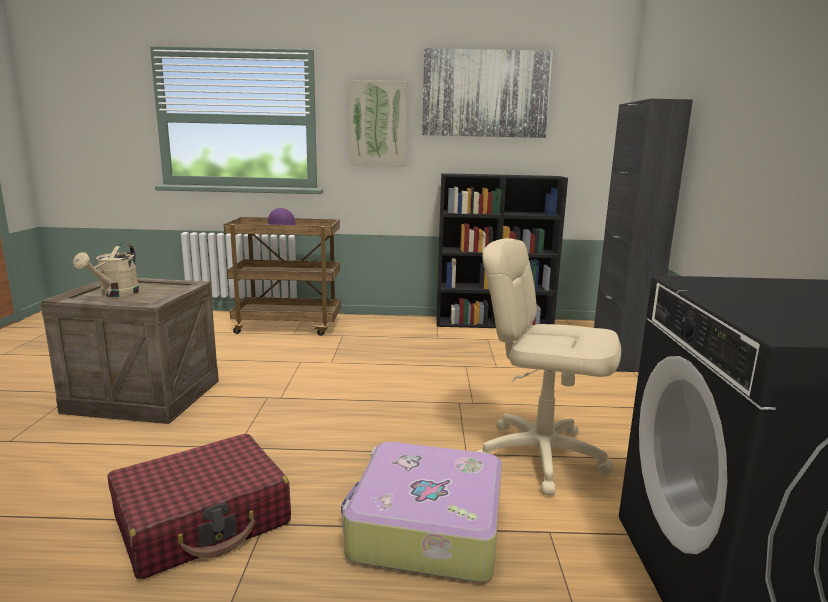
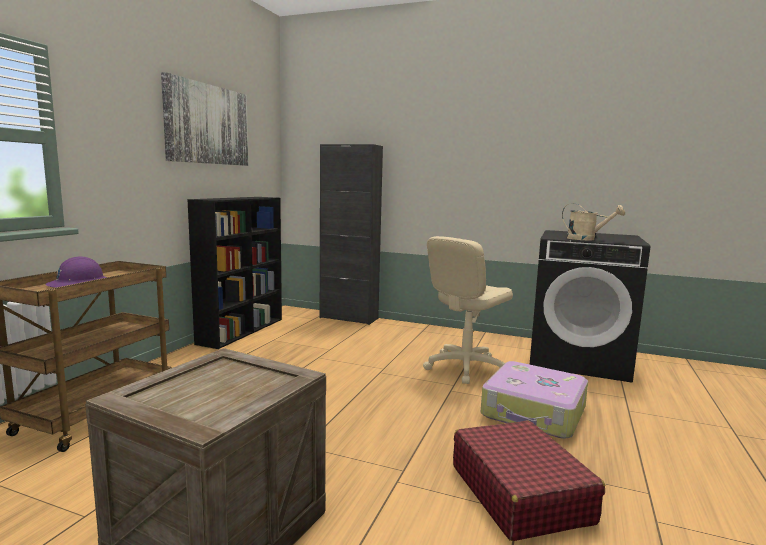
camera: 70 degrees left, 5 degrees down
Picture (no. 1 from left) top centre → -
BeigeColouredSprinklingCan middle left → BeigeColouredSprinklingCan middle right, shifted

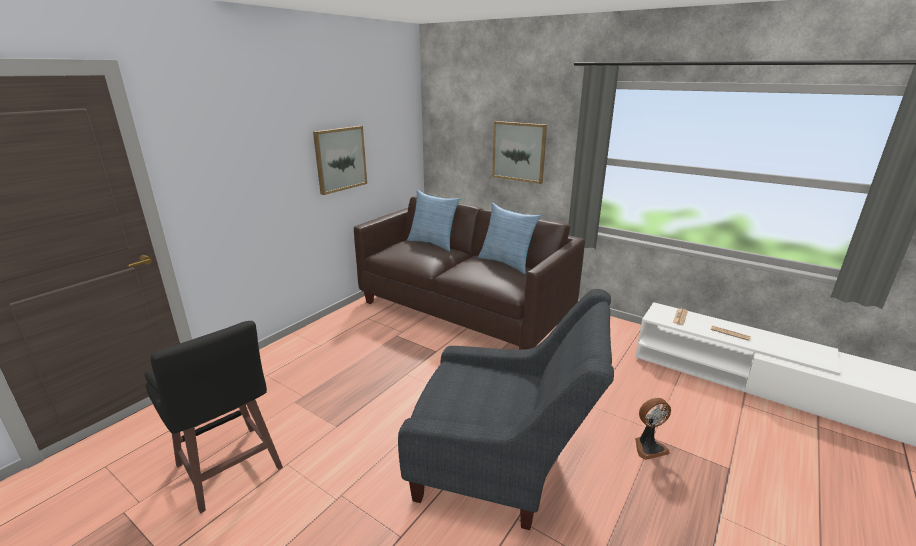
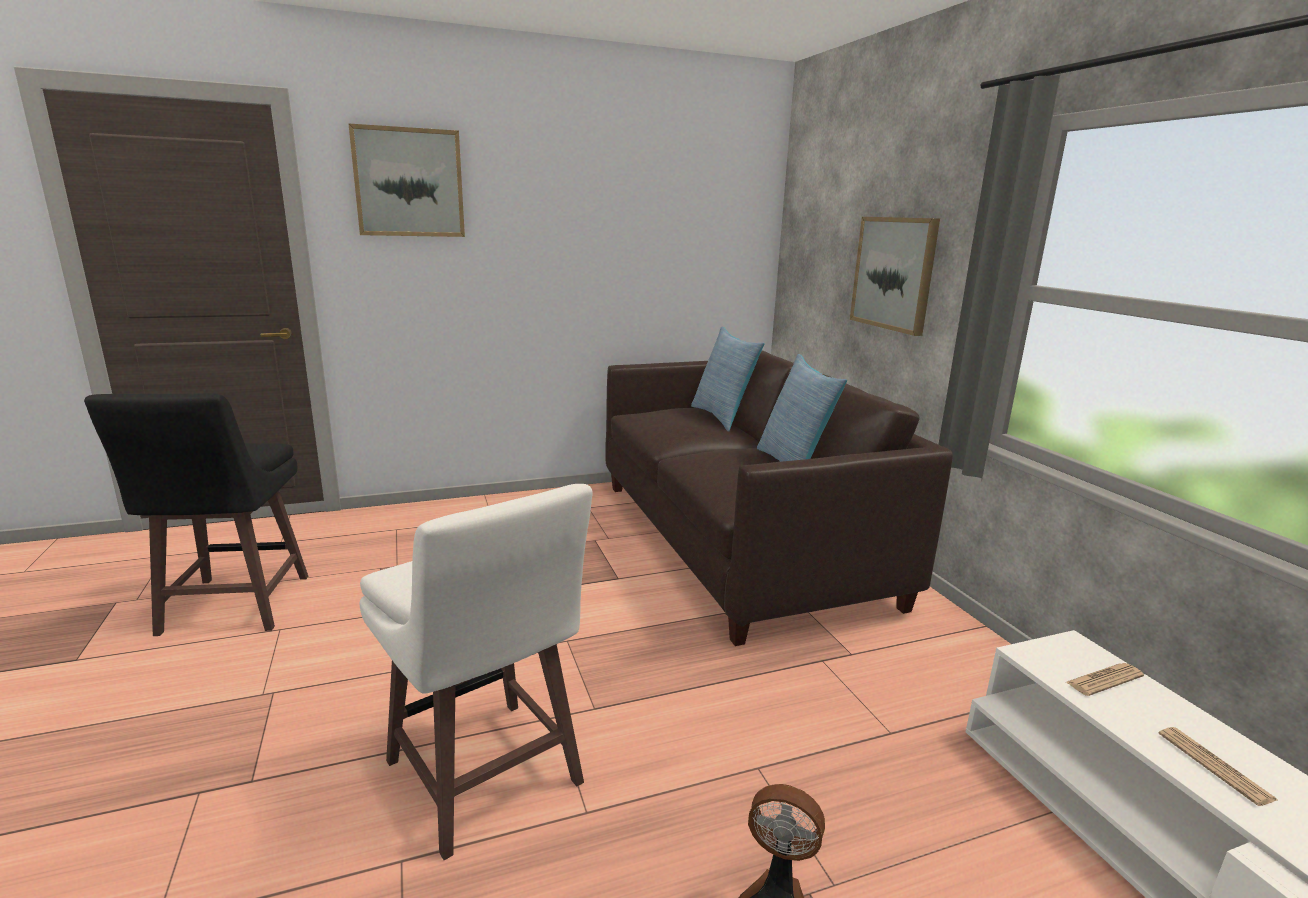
camera: 35 degrees right, 5 degrees down
Picture (no. 1 from left) top centre → Picture (no. 1 from left) top left, shifted
GrayLoungeChair bottom centre → WhitishStoolSeat bottom centre

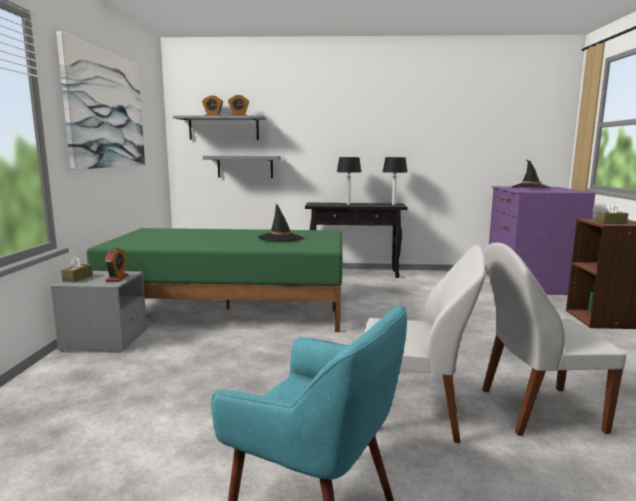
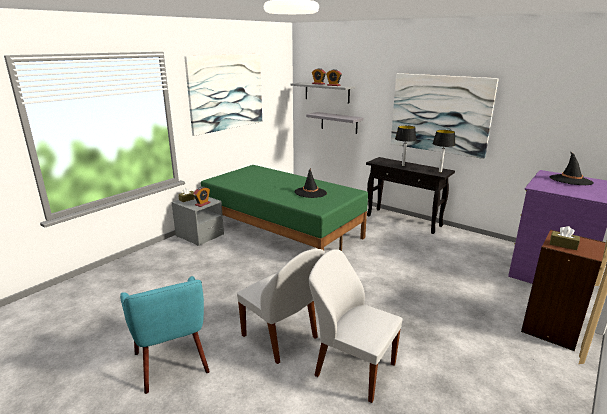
camera: 35 degrees right, 10 degrees up
- → Picture (no. 2 from left) top right

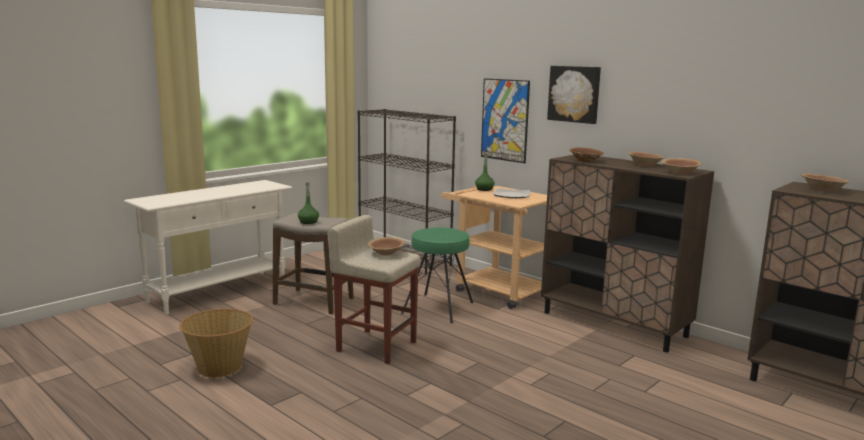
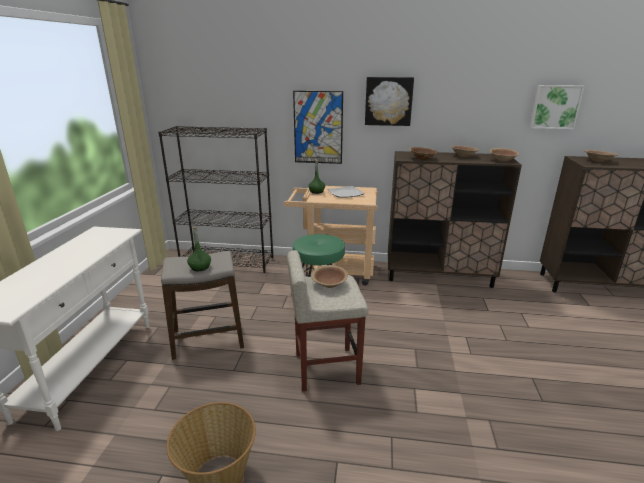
camera: 35 degrees left, 10 degrees up
- → Picture (no. 3 from left) top right

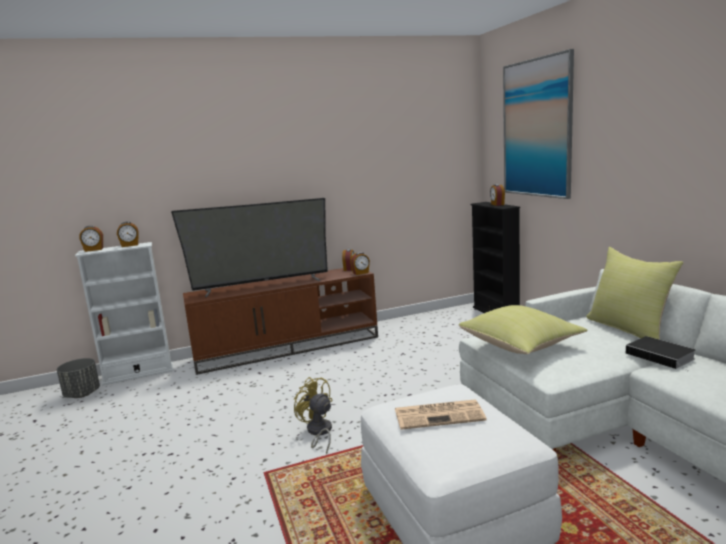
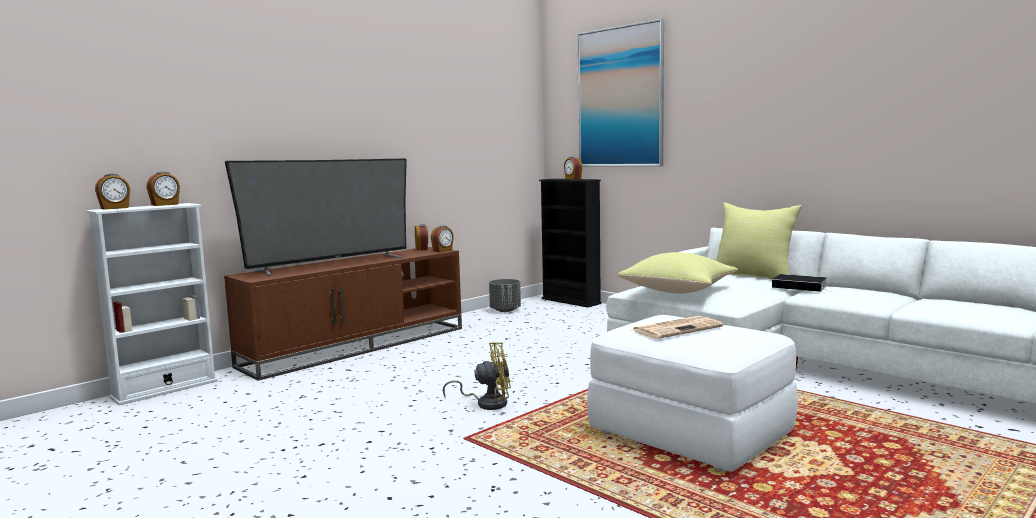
camera: 25 degrees left, 5 degrees down
GrayFlowerPot bottom left → GrayFlowerPot centre, shifted
YellowFan bottom centre, 150 degrees clockwise

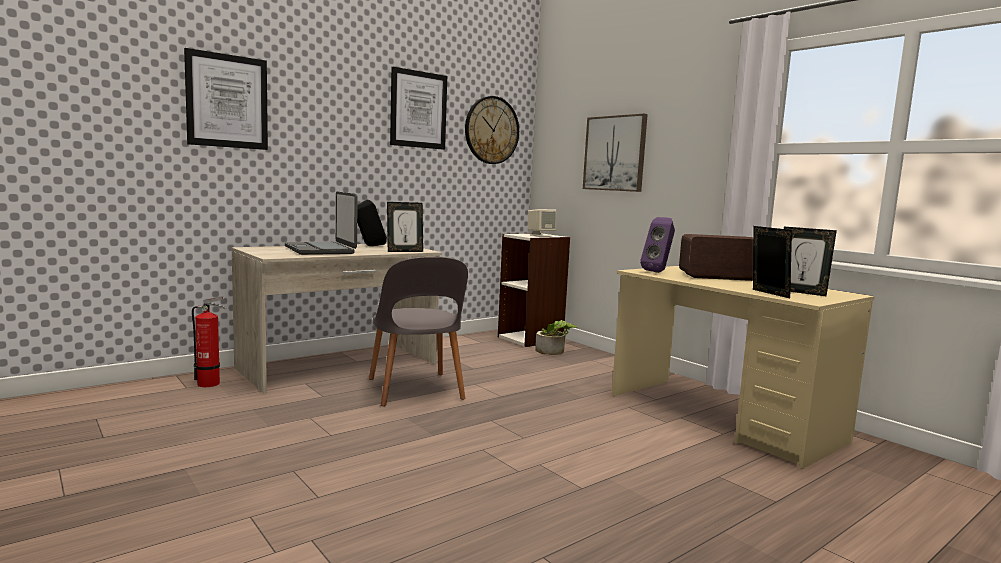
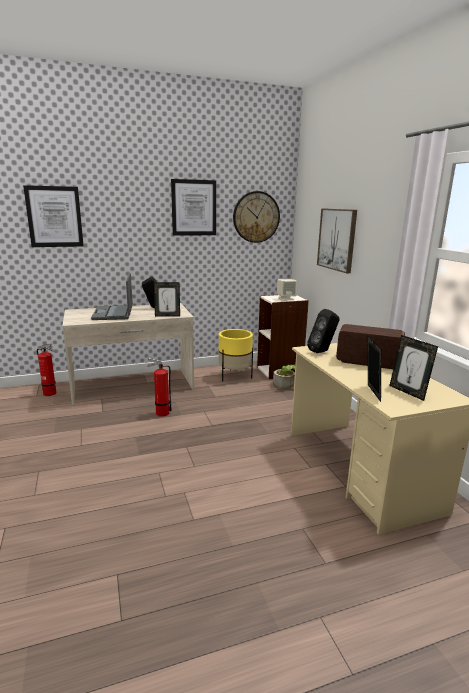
camera: 20 degrees right, 10 degrees up
- → YellowFlowerPot centre
GrayUprightChair centre → Extinguisher (no. 2 from left) centre
PurpleAudioSpeaker centre → BlackColouredAudioSpeaker (no. 2 from left) middle right

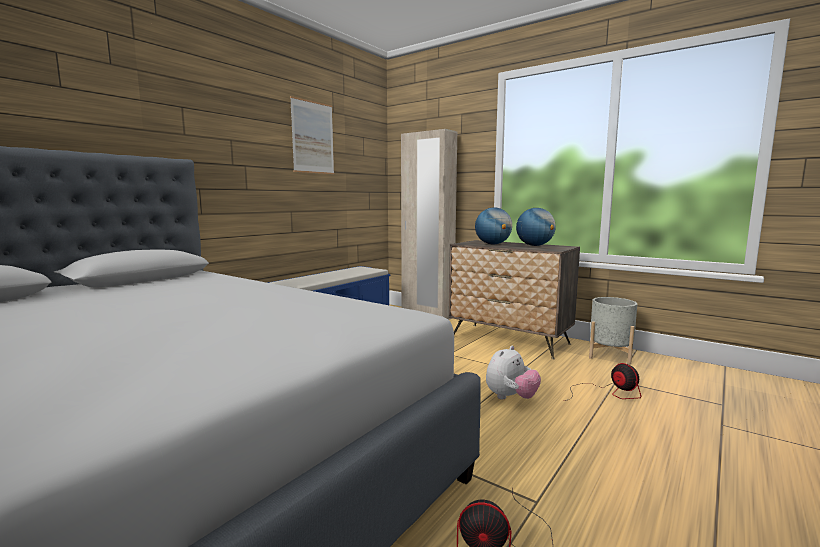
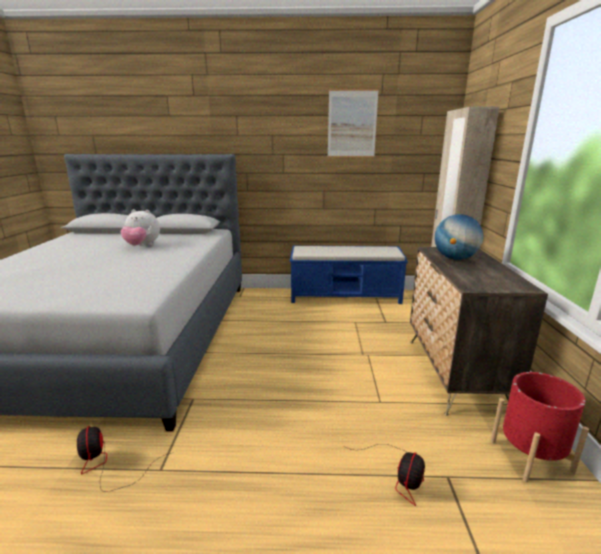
camera: 55 degrees right, 10 degrees up
WorldGlobe (no. 2 from left) centre → -
PlushToy bottom centre → PlushToy middle left, shifted
GrayFlowerPot middle right → ReddishFlowerPot bottom right

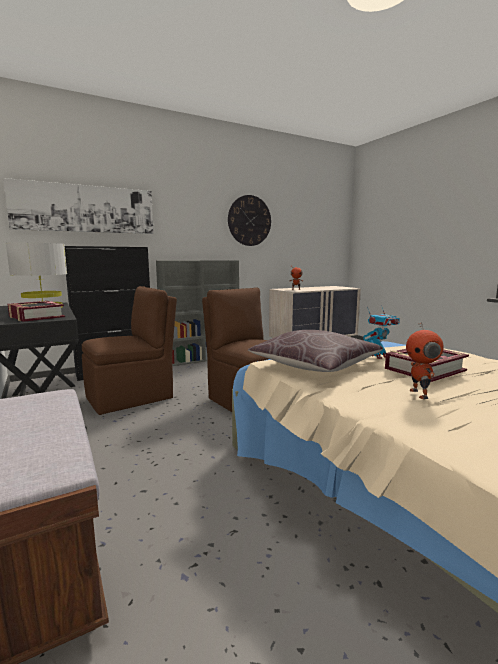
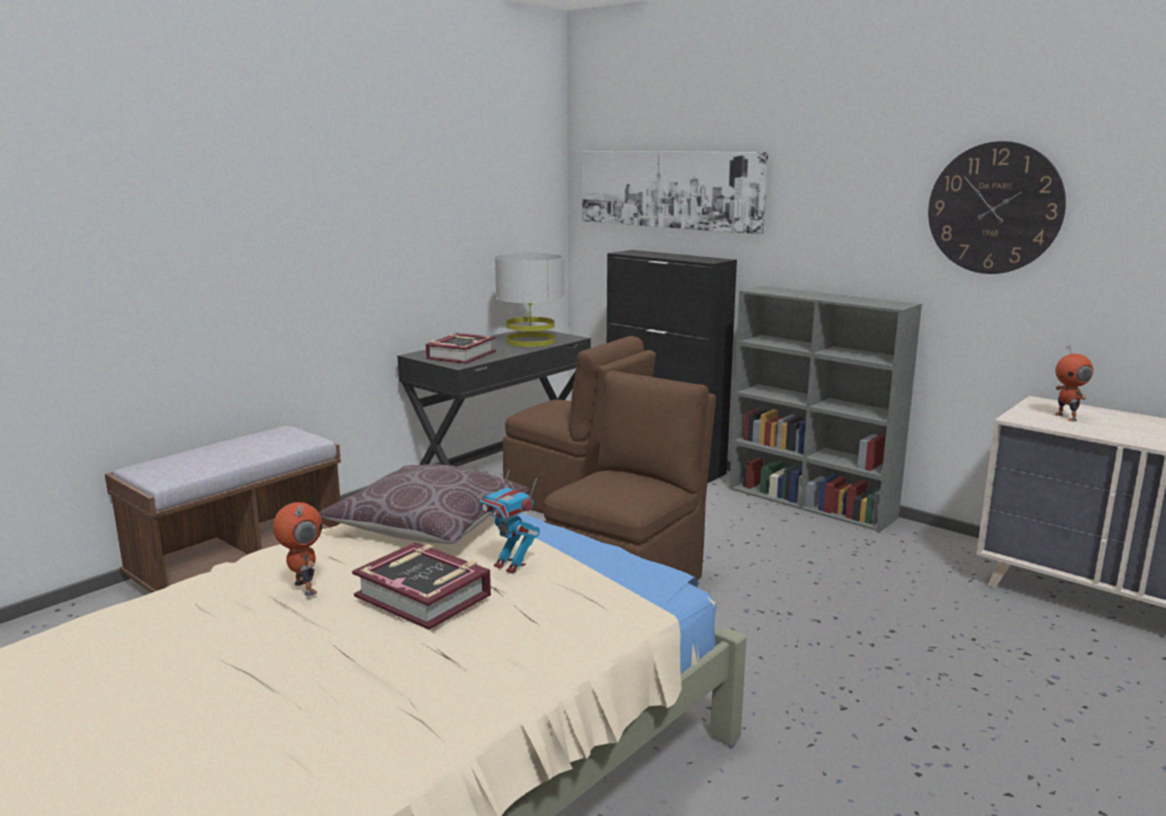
camera: 70 degrees right, 5 degrees up
ToyRobot (no. 3 from left in the first image) middle right → ToyRobot (no. 1 from left) bottom left, 75 degrees clockwise

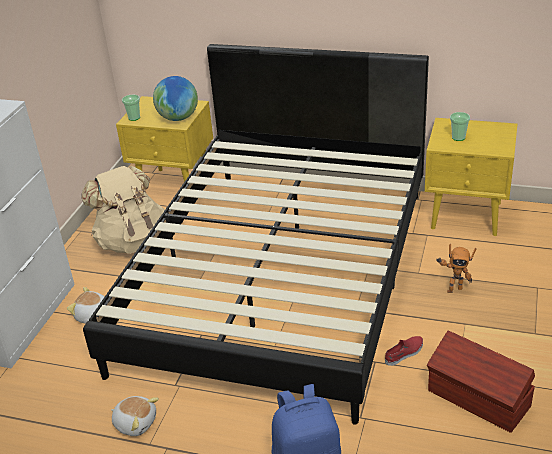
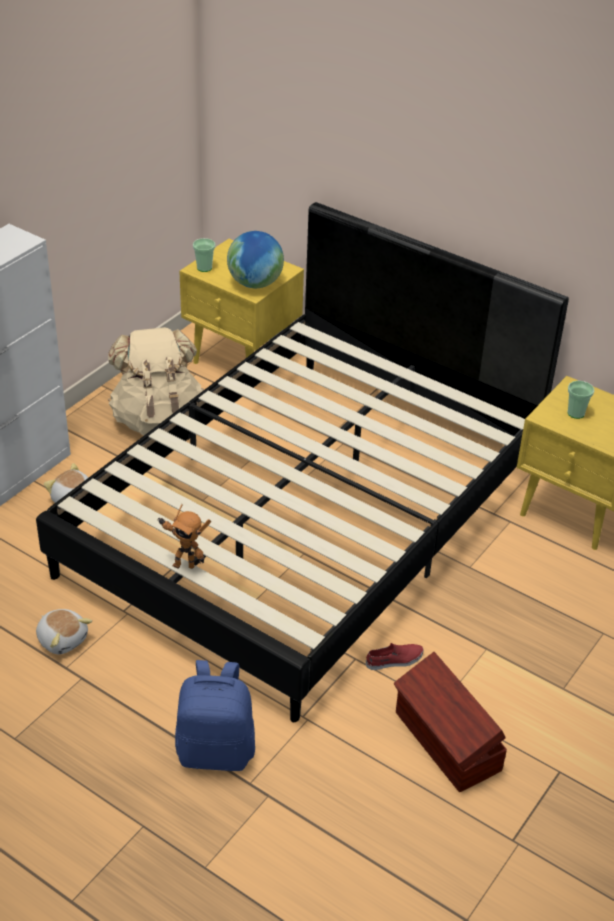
camera: 15 degrees right, 5 degrees up
ToyRobot middle right → ToyRobot middle left, shifted

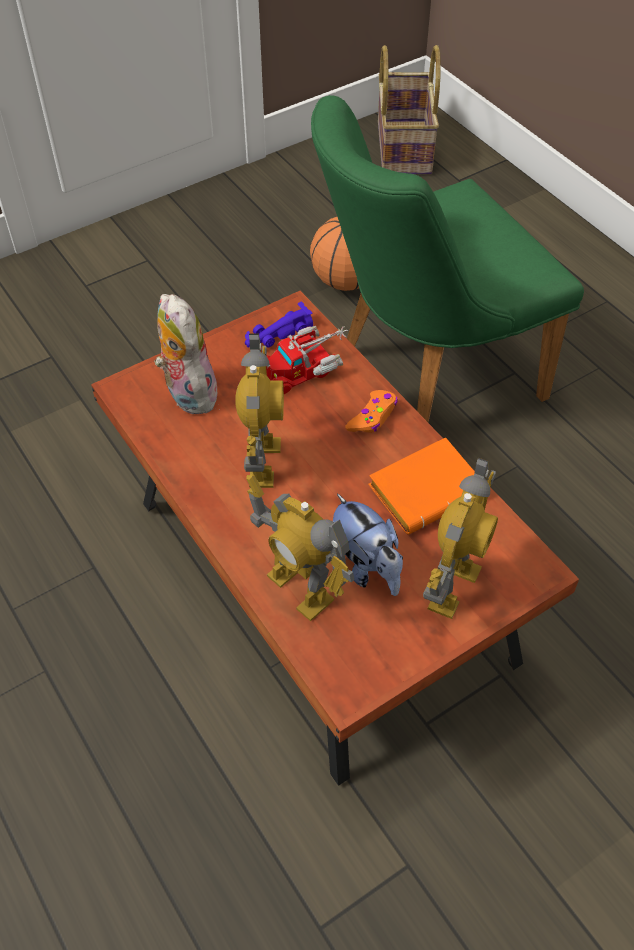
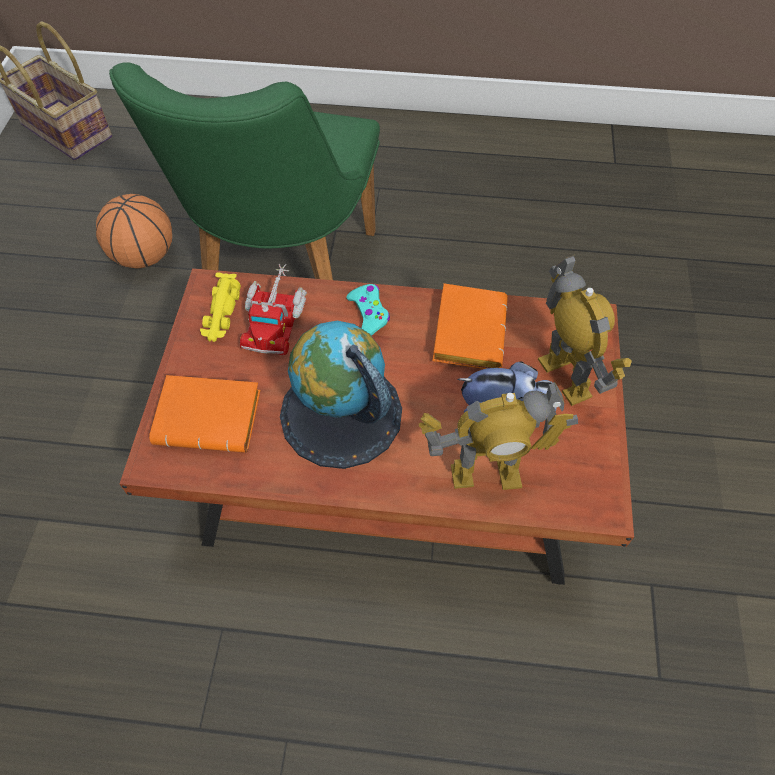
camera: 50 degrees left, 5 degrees up
PlushToy (no. 1 from left) middle left → OrangeBook (no. 1 from left) middle left
ToyRobot (no. 1 from left) centre → WorldGlobe centre
PurpleModelCar centre → YellowModelCar middle left
OrangeGamepad centre → BlueGreenGamepad centre

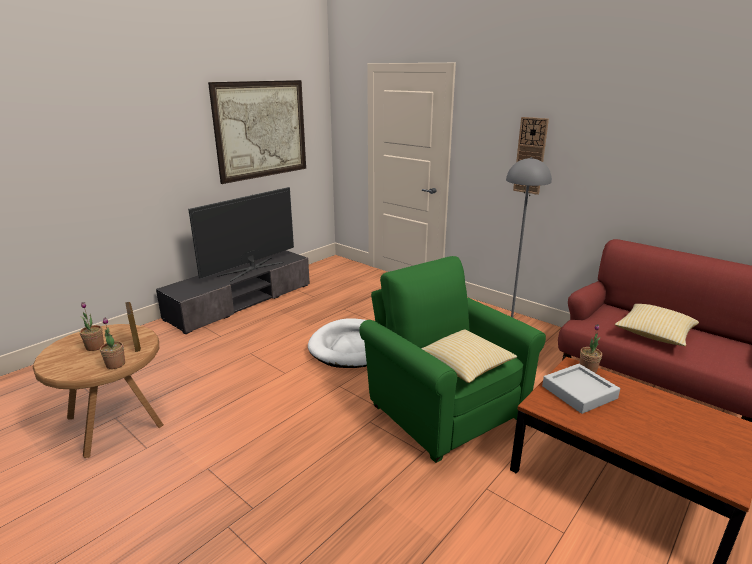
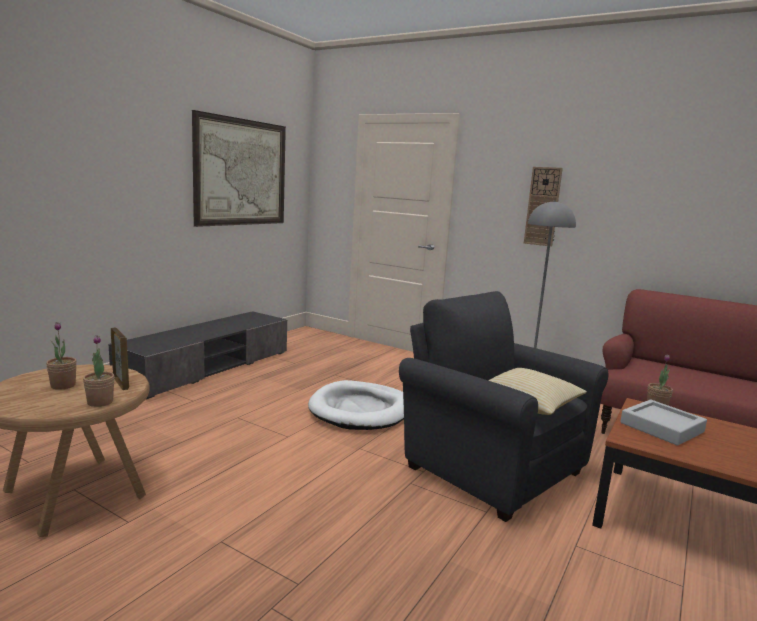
camera: 10 degrees left, 10 degrees down
TvSet middle left → -
ThrowPillow (no. 2 from left) middle right → -
GreenLoungeChair centre → GrayLoungeChair centre

